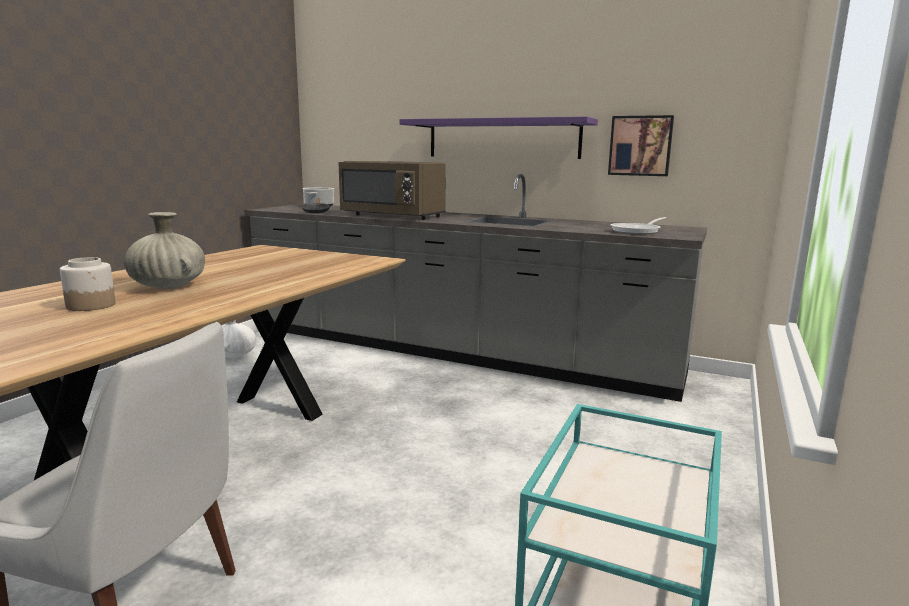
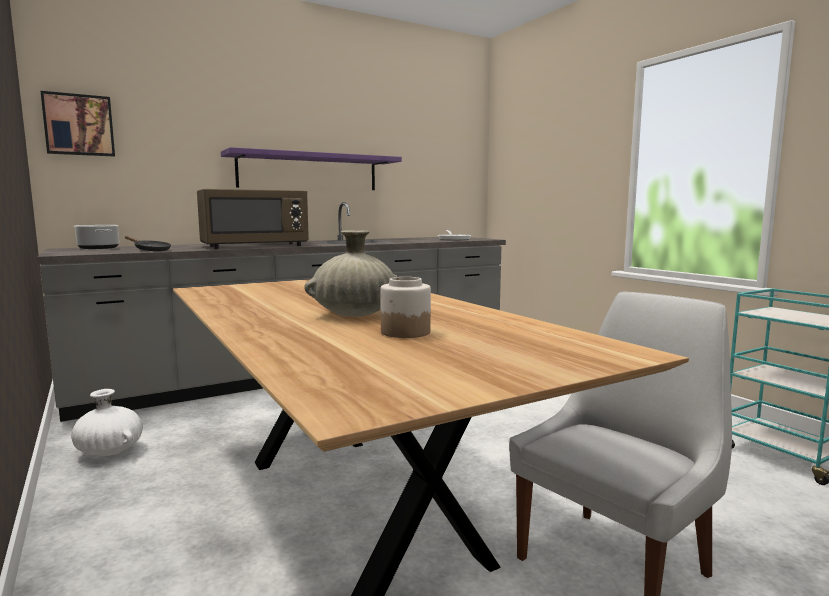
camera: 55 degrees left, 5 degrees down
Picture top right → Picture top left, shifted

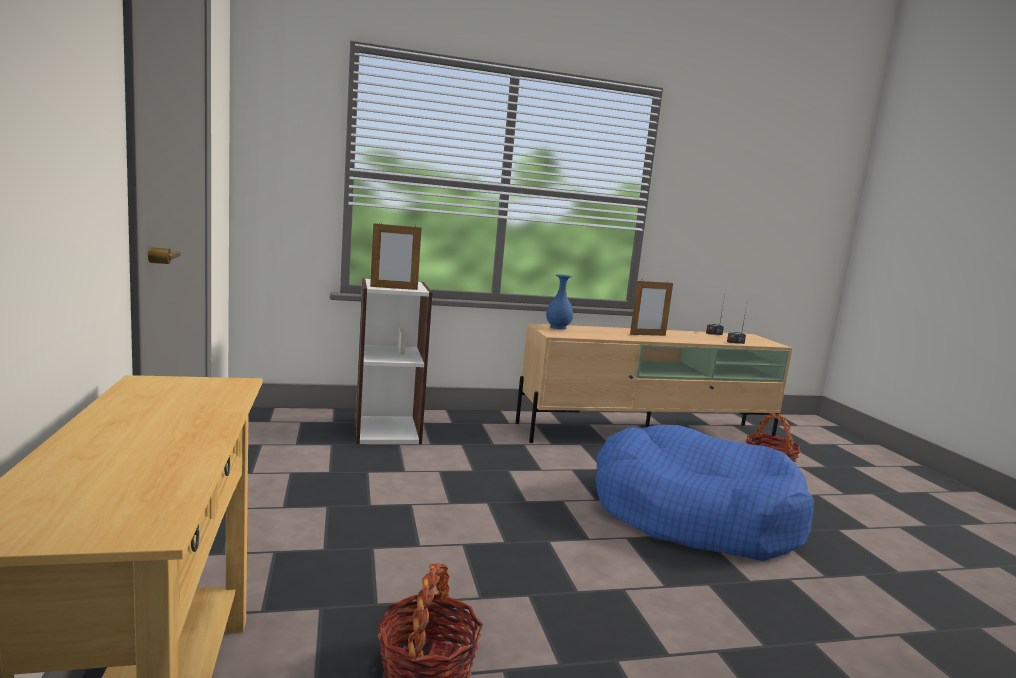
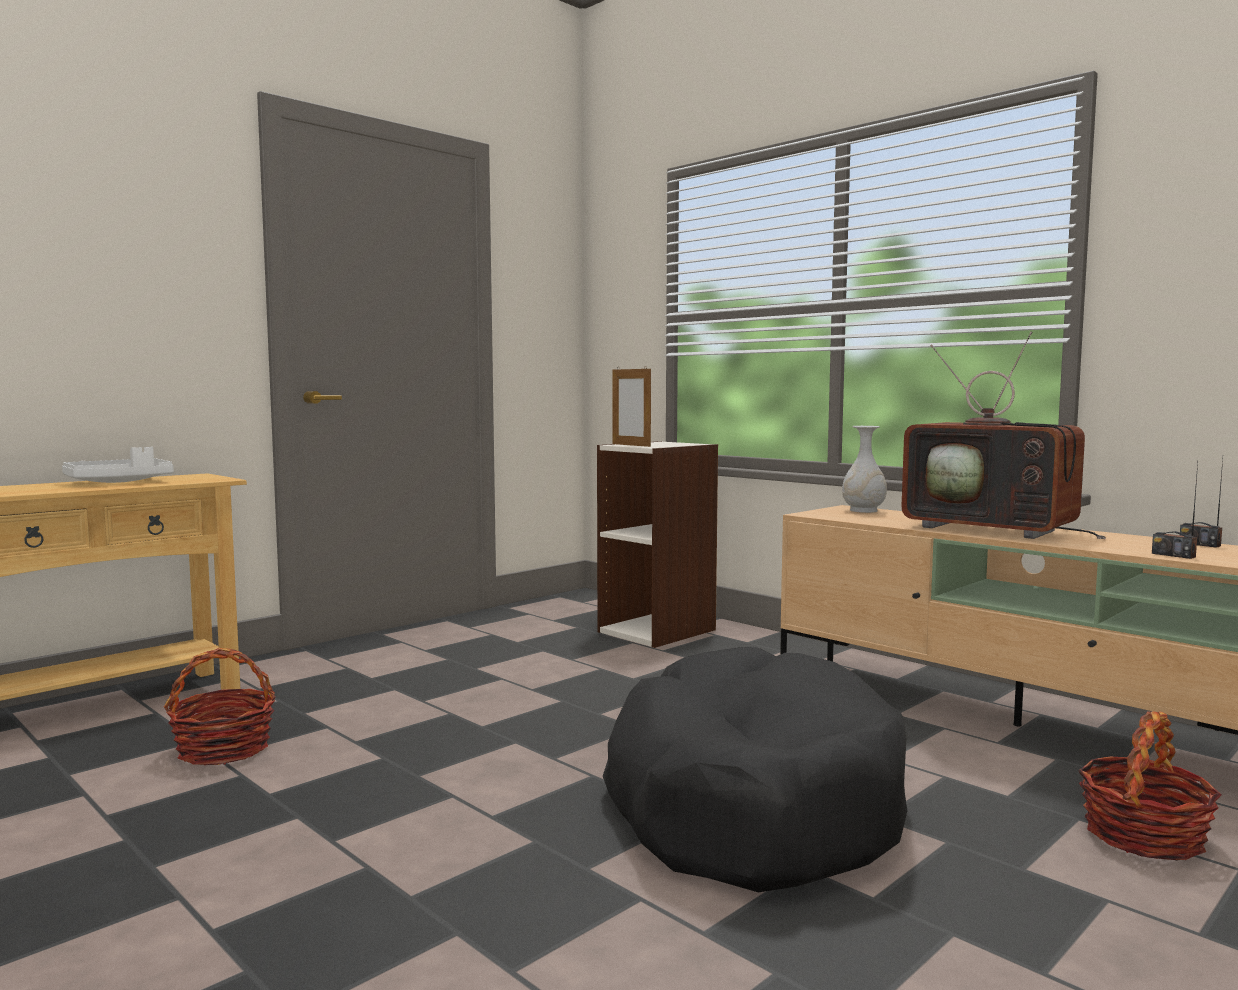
camera: 60 degrees right, 5 degrees down
- → WhitishServingTray middle left
StandingFrame (no. 2 from left) centre → TvSet middle right
BlueFlowerVase centre → WhitishFlowerVase middle right
BlueDogBed bottom right → BlackColouredDogBed bottom centre

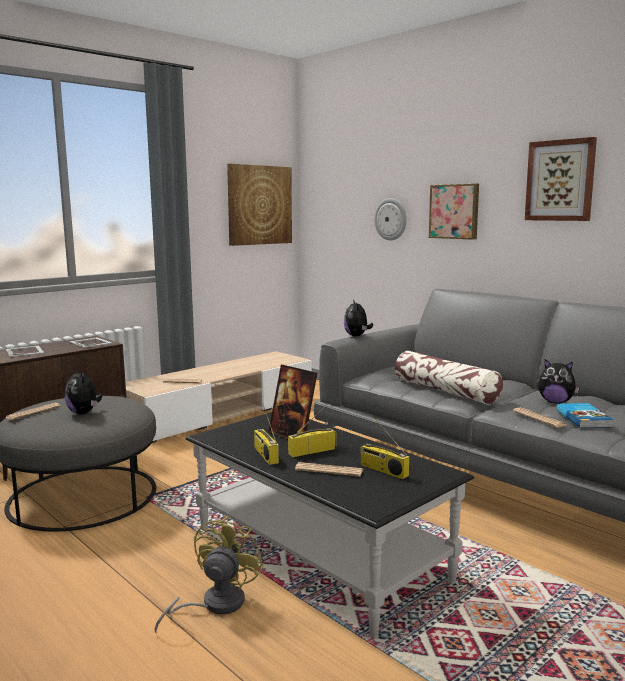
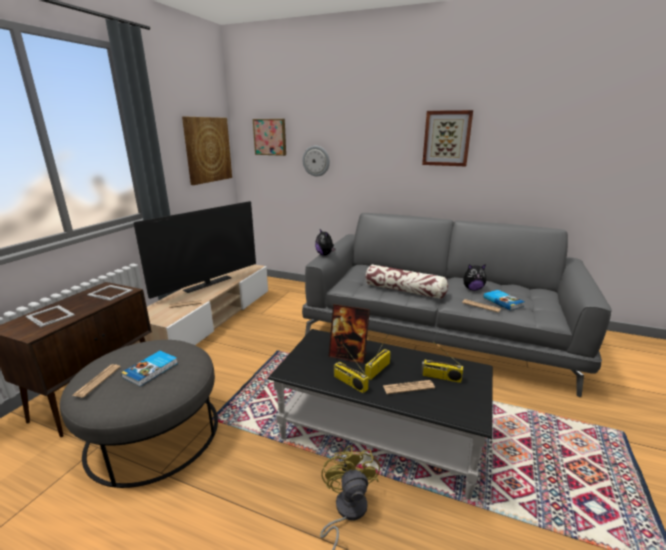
camera: 25 degrees left, 10 degrees up
- → TvSet middle left
Picture (no. 2 from left) top right → Picture (no. 2 from left) top centre, shifted
PlushToy (no. 1 from left) middle left → Book (no. 1 from left) bottom left

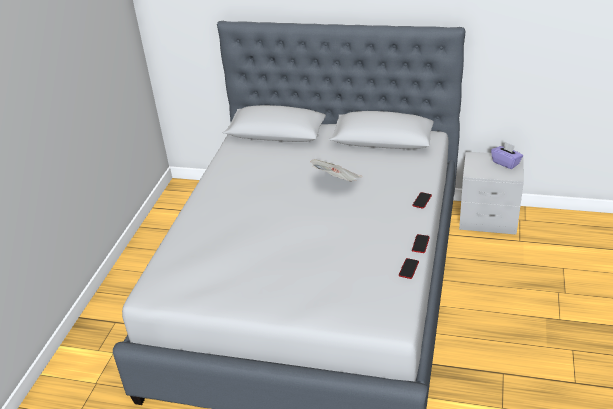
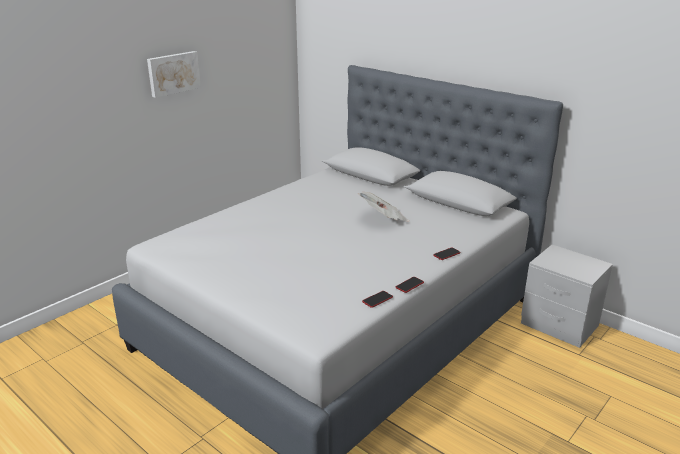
camera: 25 degrees right, 10 degrees down
PurpleTissueHolder middle right → -
- → Picture top left

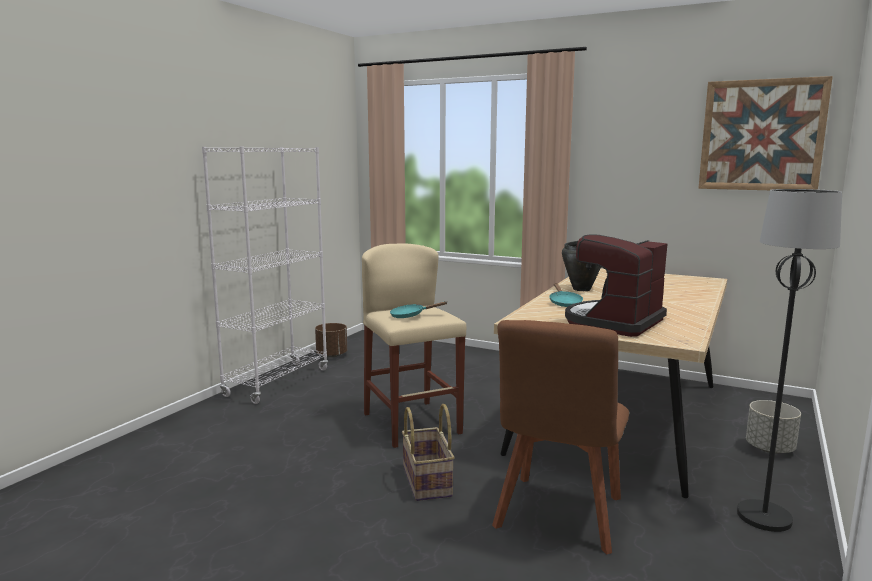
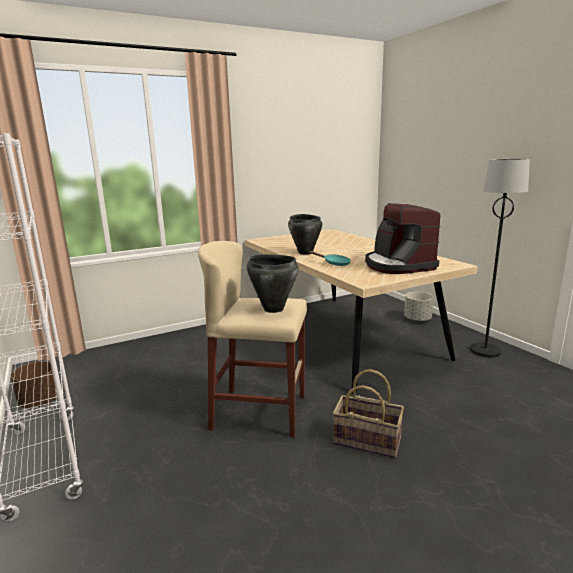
camera: 55 degrees left, 5 degrees up
BrownishUprightChair bottom centre → -
Picture top right → -
BlueGreenPan (no. 1 from left) centre → BlackColouredStockpot (no. 1 from left) centre

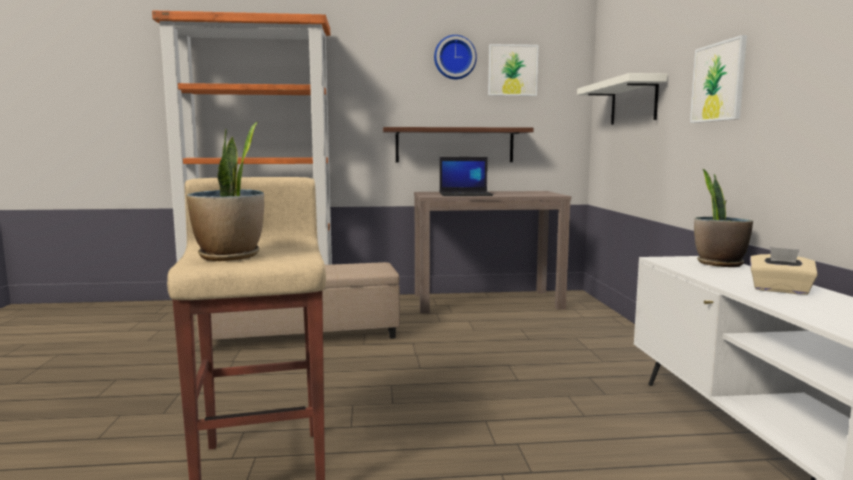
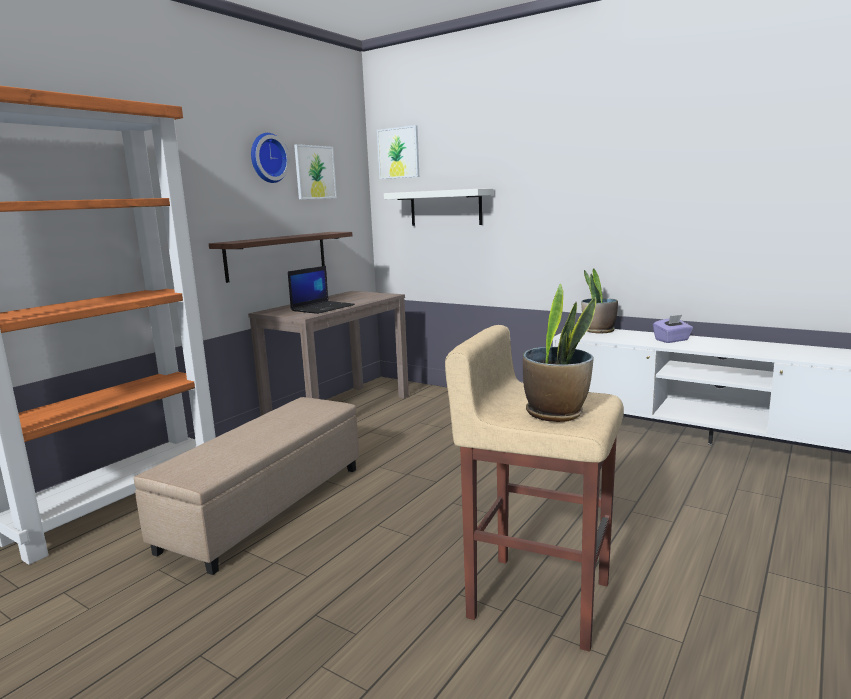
camera: 50 degrees left, 5 degrees up
Picture (no. 2 from left) top right → Picture (no. 2 from left) top centre, shifted
BeigeColouredTissueHolder middle right → PurpleTissueHolder middle right

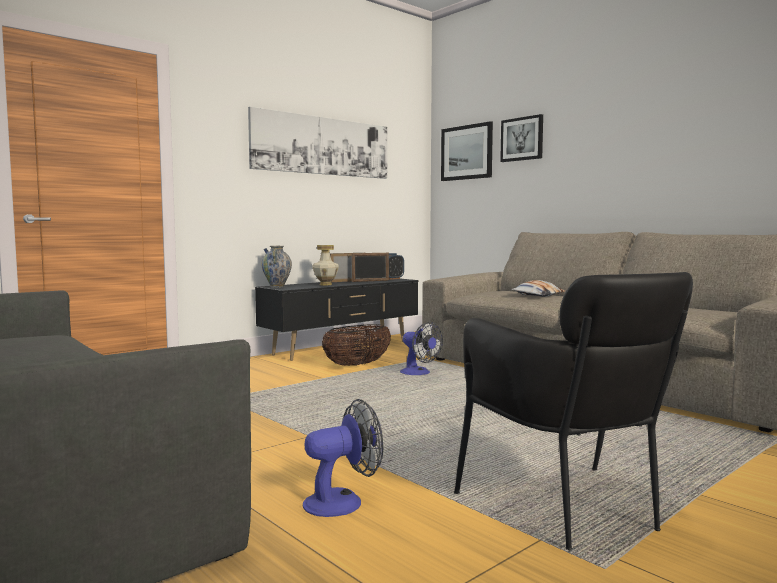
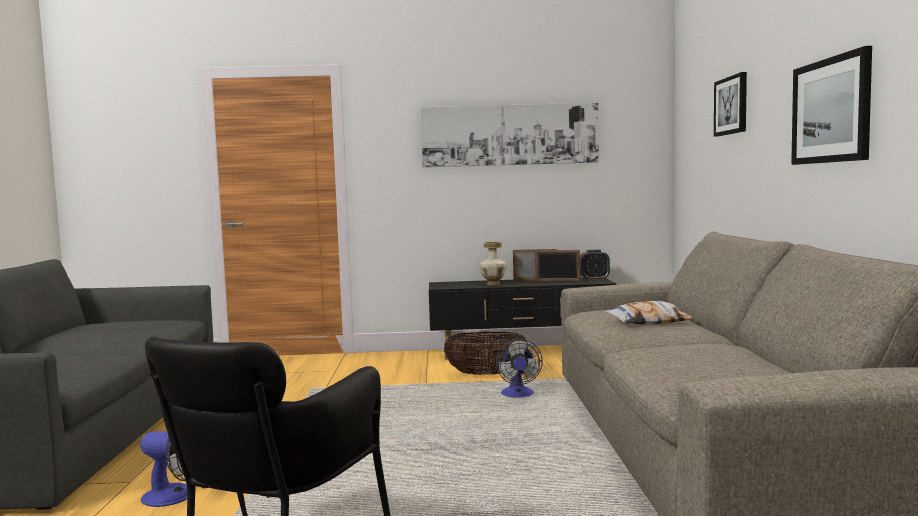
camera: 40 degrees right, 0 degrees up
FlowerVase (no. 1 from left) centre → -
Picture (no. 2 from left in the first image) top centre → Picture (no. 3 from left) top right, shifted

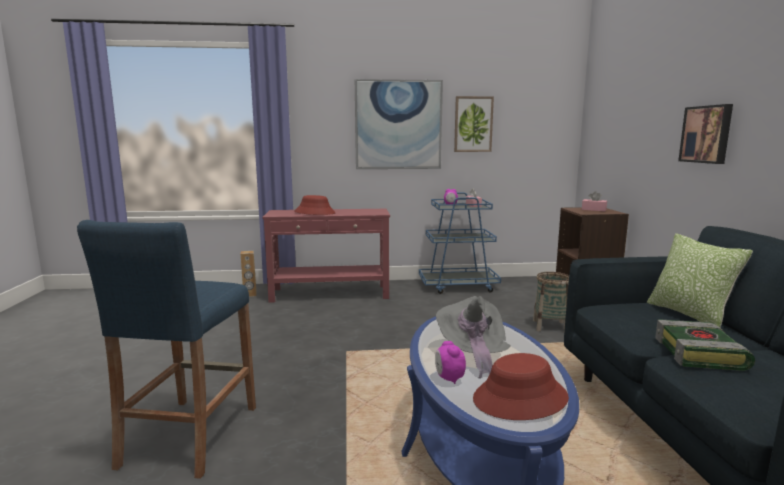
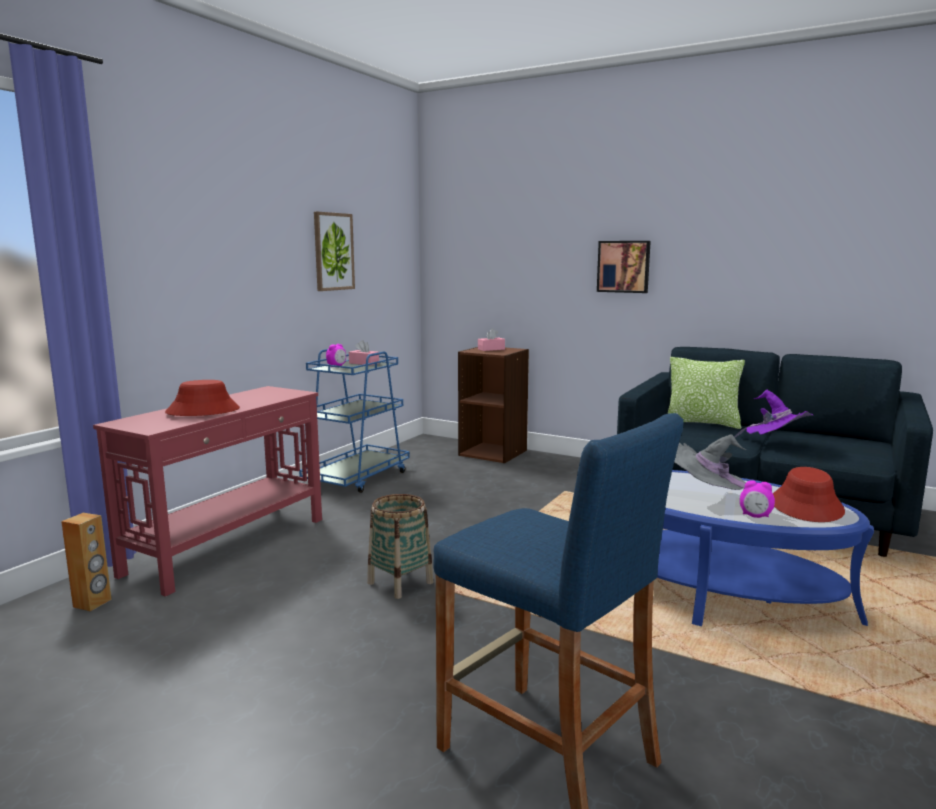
camera: 55 degrees left, 0 degrees up
Picture (no. 1 from left) top centre → -
StorageBasket middle right → StorageBasket bottom centre, shifted
Book bottom right → PurpleClothingHat middle right

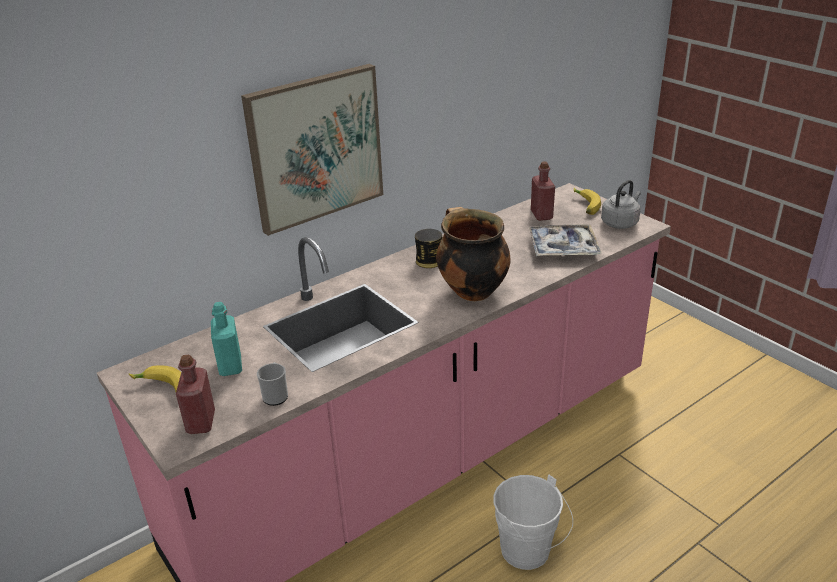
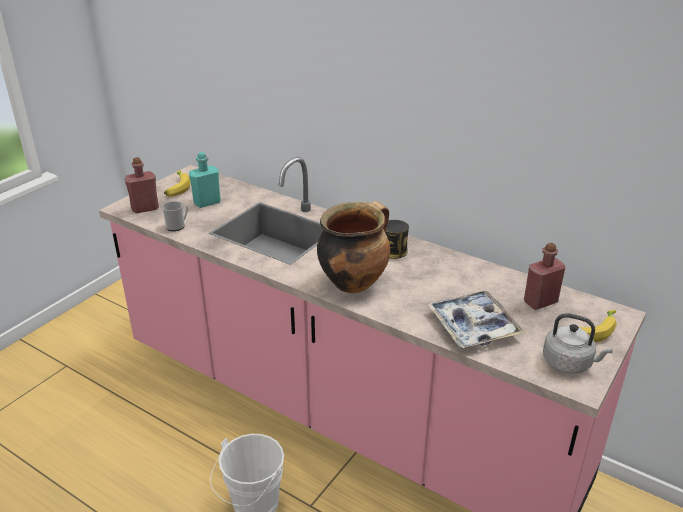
camera: 70 degrees right, 0 degrees up
Picture top centre → -

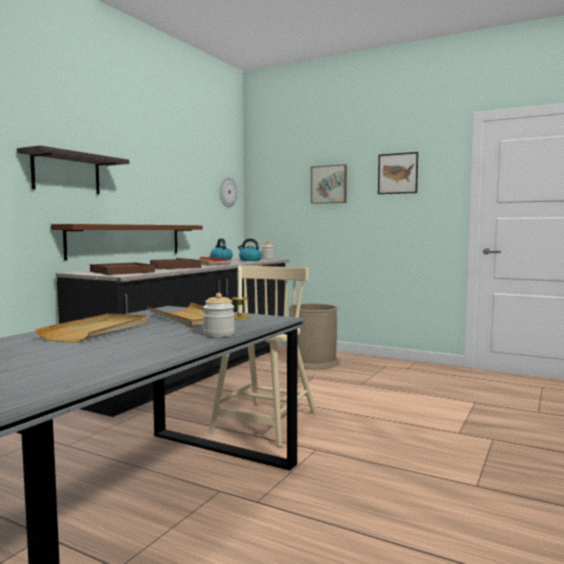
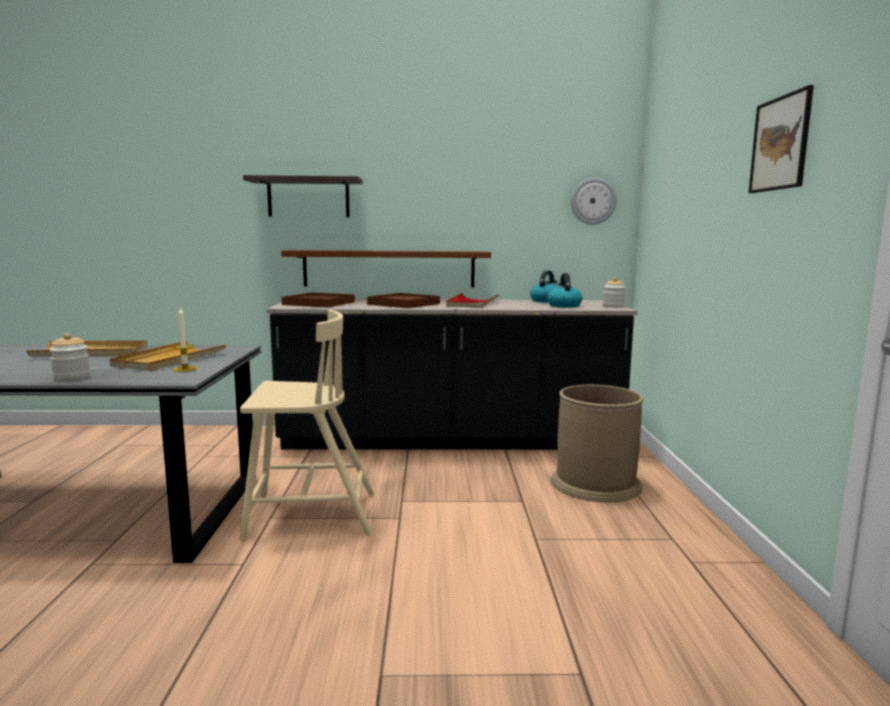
camera: 60 degrees right, 5 degrees up
Picture (no. 1 from left) top centre → -

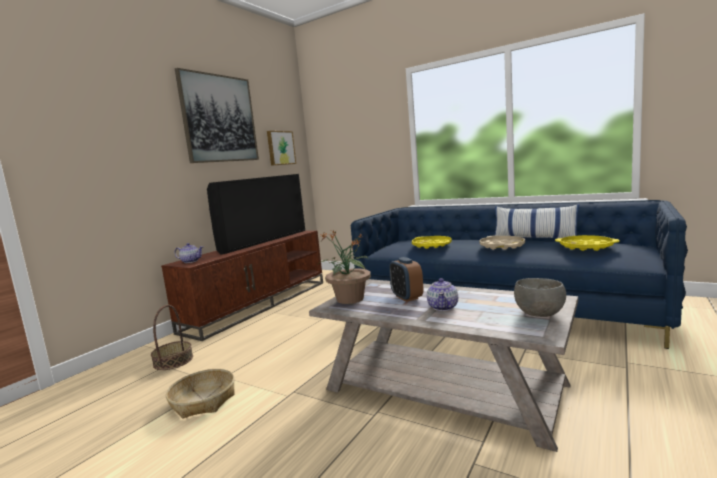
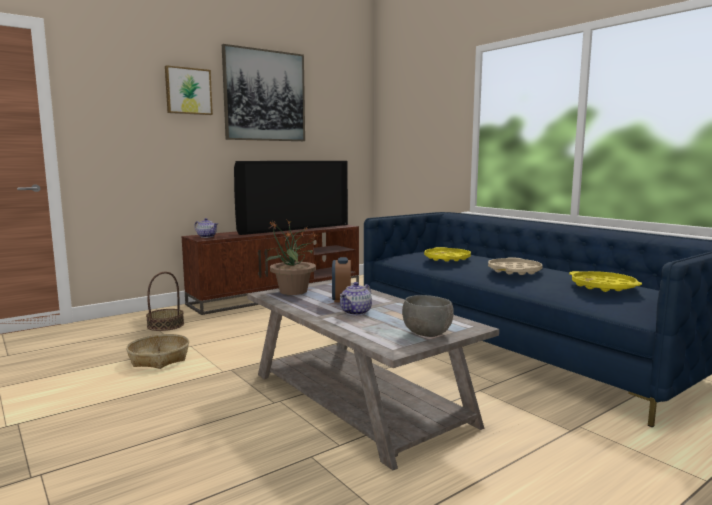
camera: 20 degrees right, 0 degrees up
ThrowPillow middle right → -
Picture (no. 2 from left in the first image) top centre → Picture (no. 1 from left) top left, shifted

